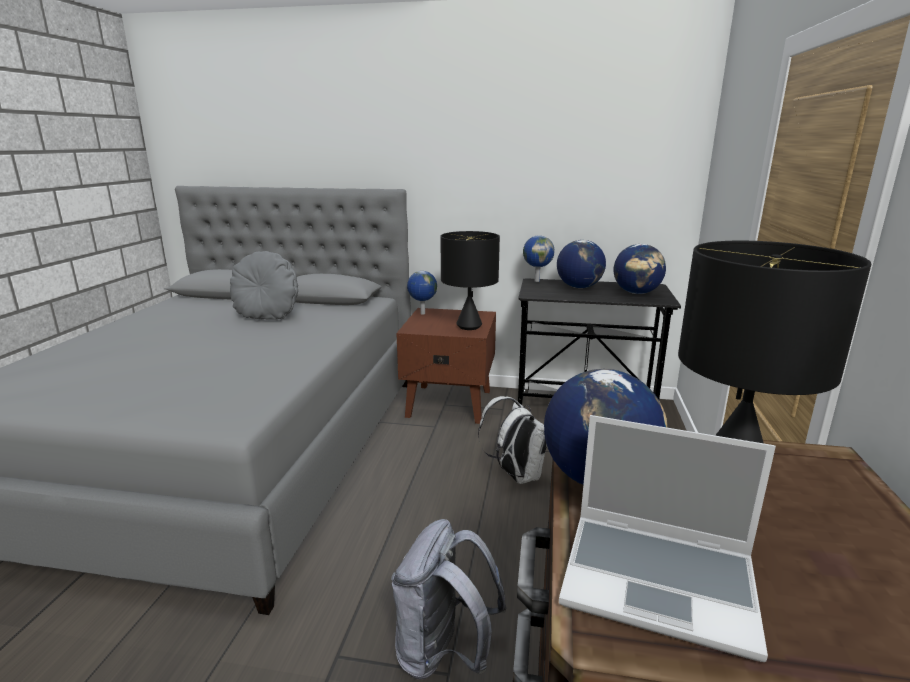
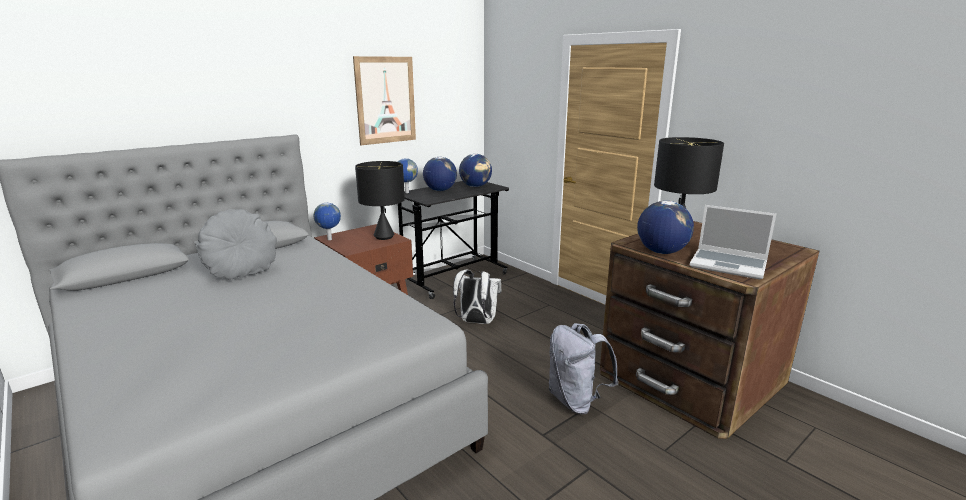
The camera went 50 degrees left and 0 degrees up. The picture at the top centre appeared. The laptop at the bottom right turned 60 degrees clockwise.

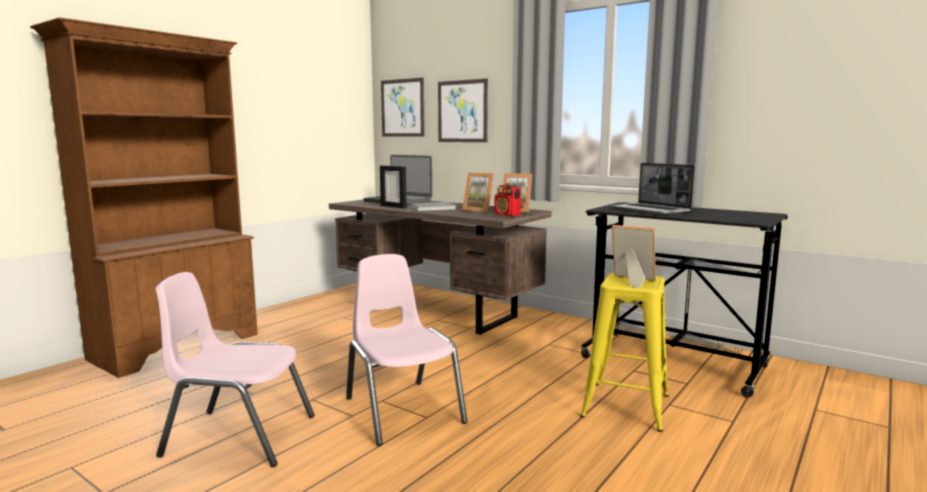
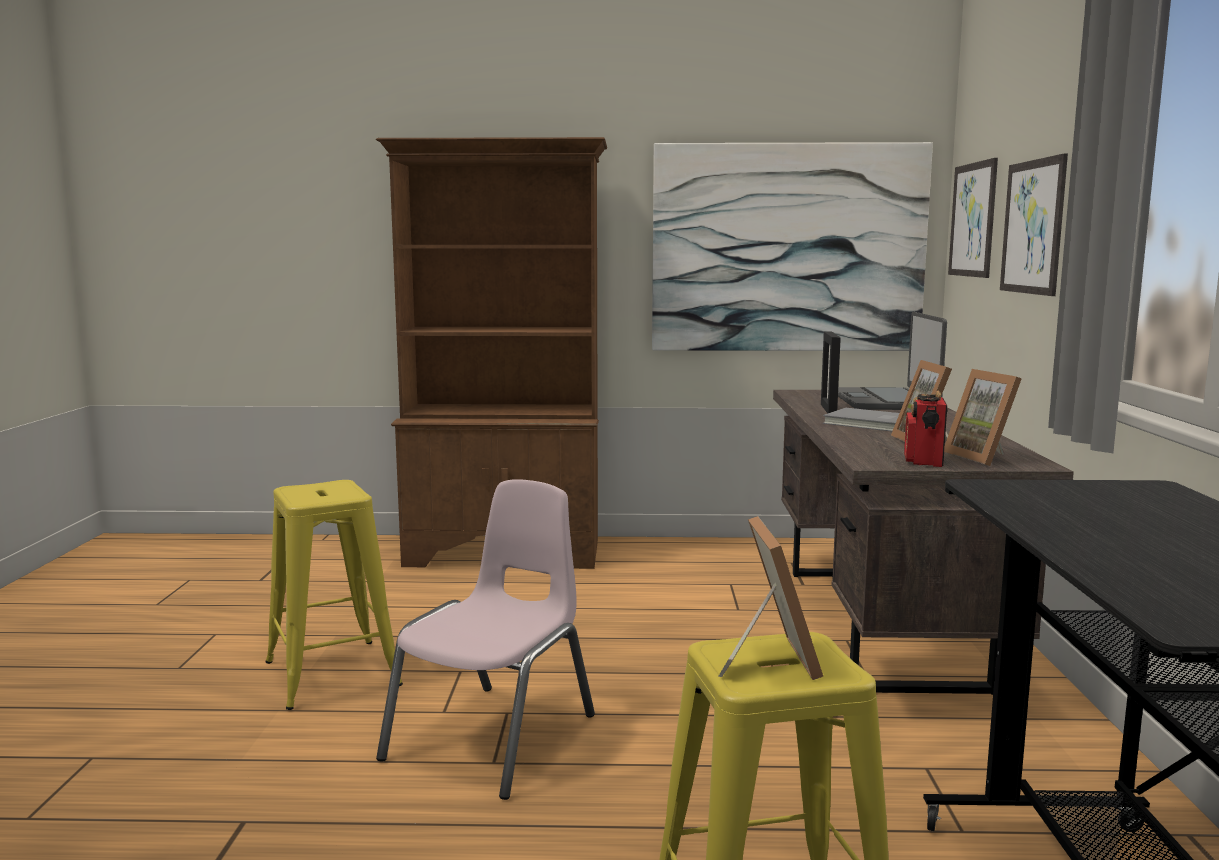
The camera went 55 degrees right and 0 degrees up. The laptop (no. 2 from left) at the middle right disappeared. The picture (no. 1 from left) at the top centre appeared. The chair (pink) (no. 1 from left) at the bottom left was replaced by the stool (yellow) (no. 1 from left) at the bottom left.

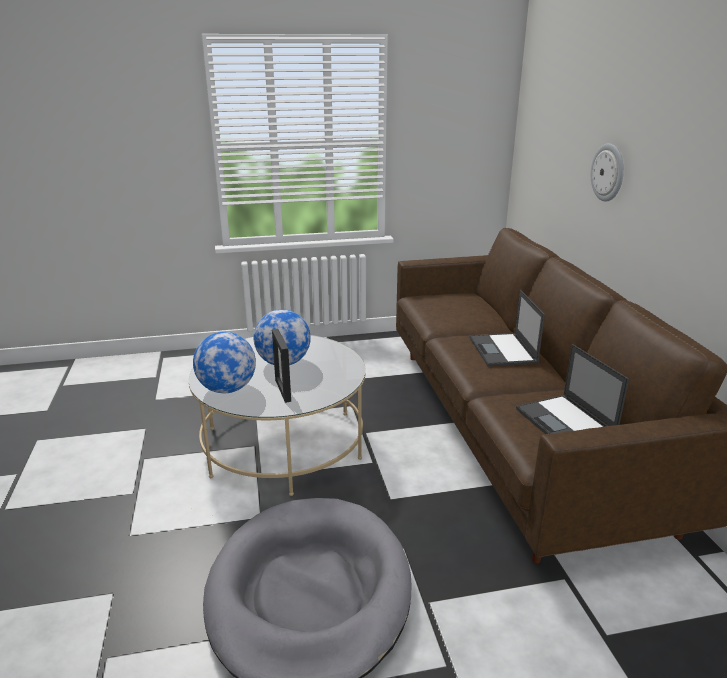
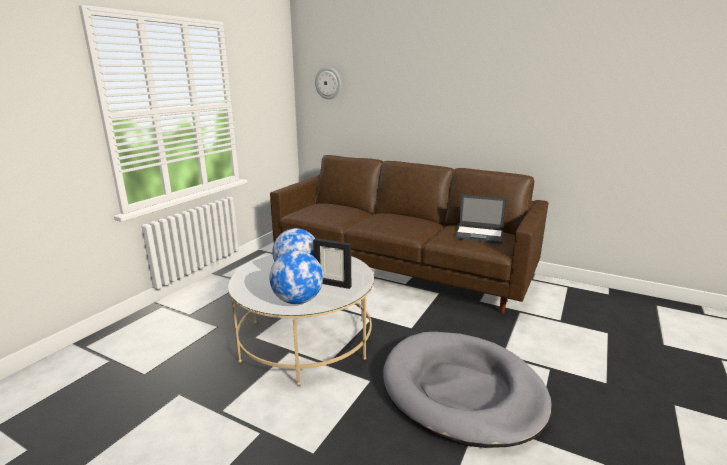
The camera went 50 degrees left and 5 degrees down. The laptop (no. 1 from left) at the middle right disappeared. The wall clock moved from the top right to the top centre.

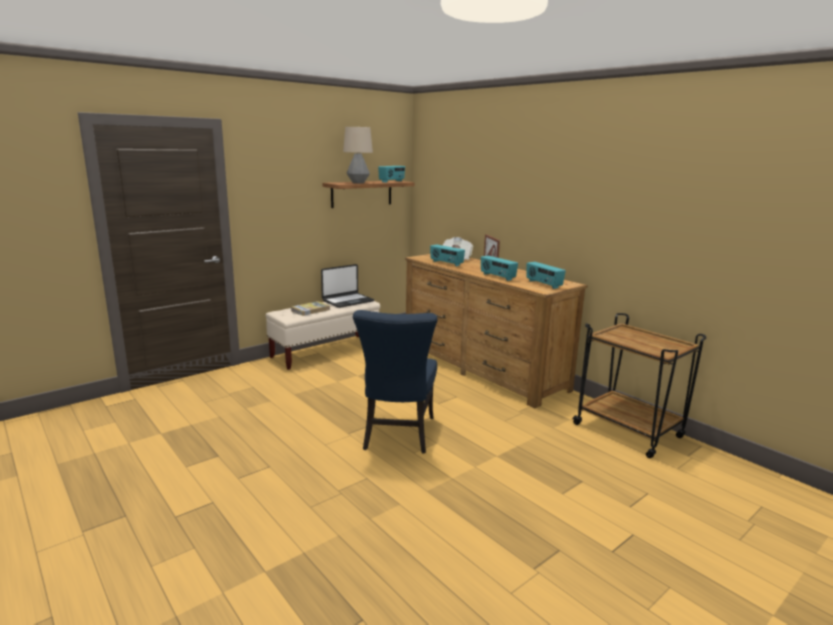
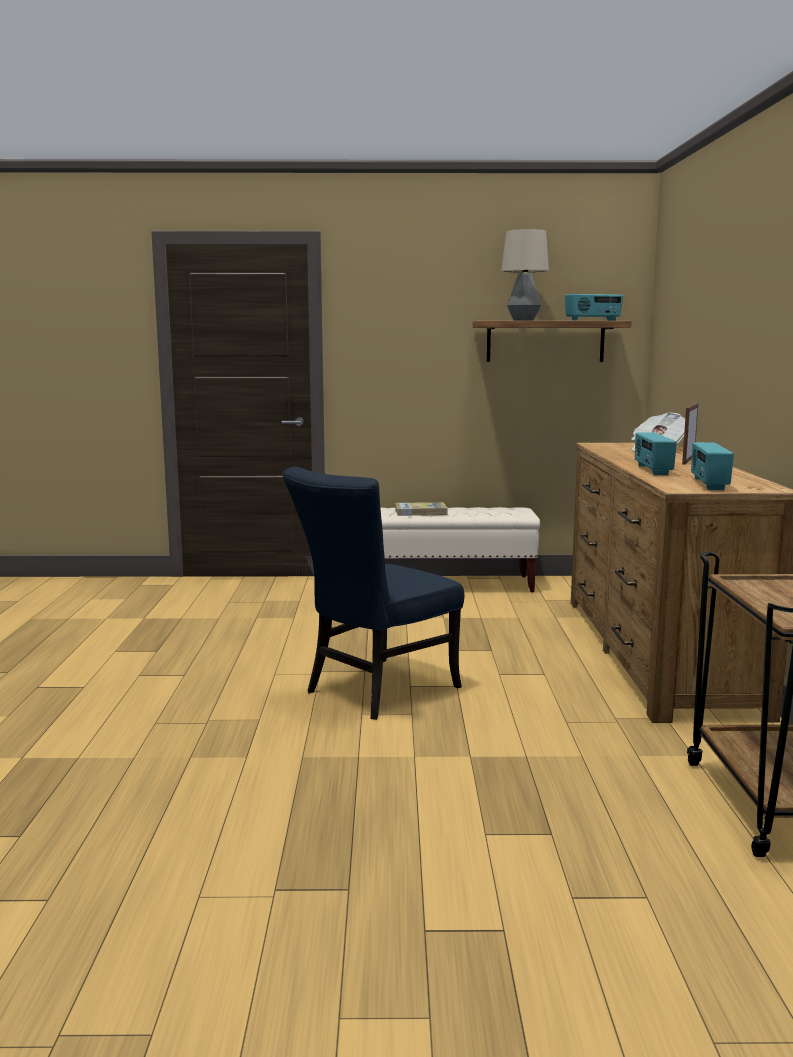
The camera went 40 degrees right and 5 degrees down. The laptop at the centre disappeared. The radio (no. 2 from left) at the centre disappeared.

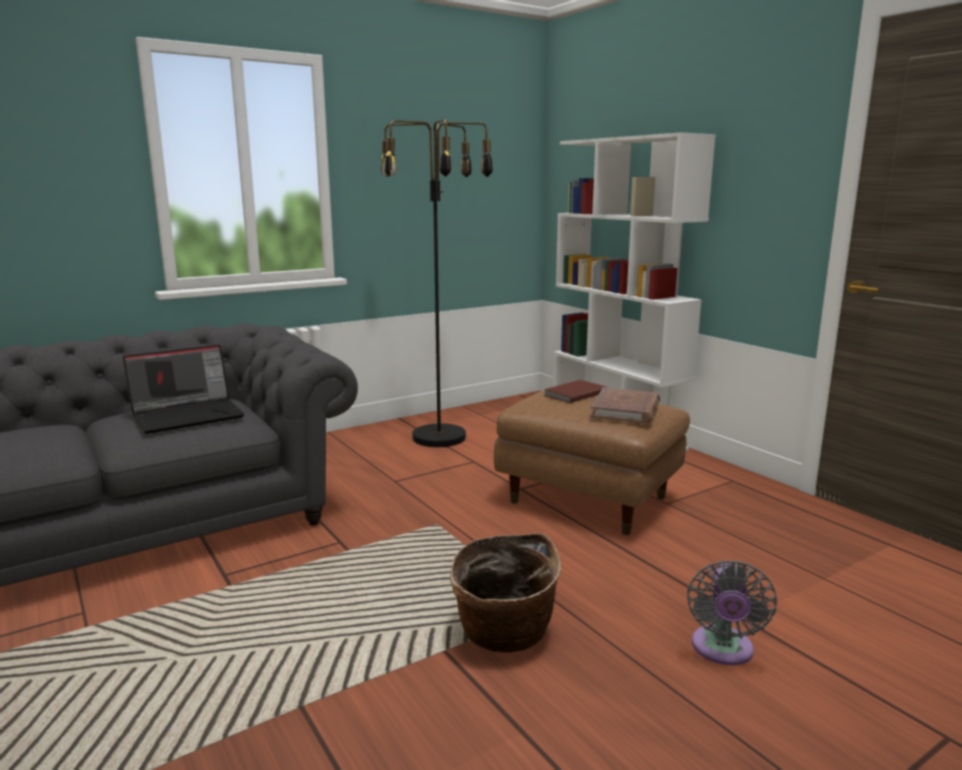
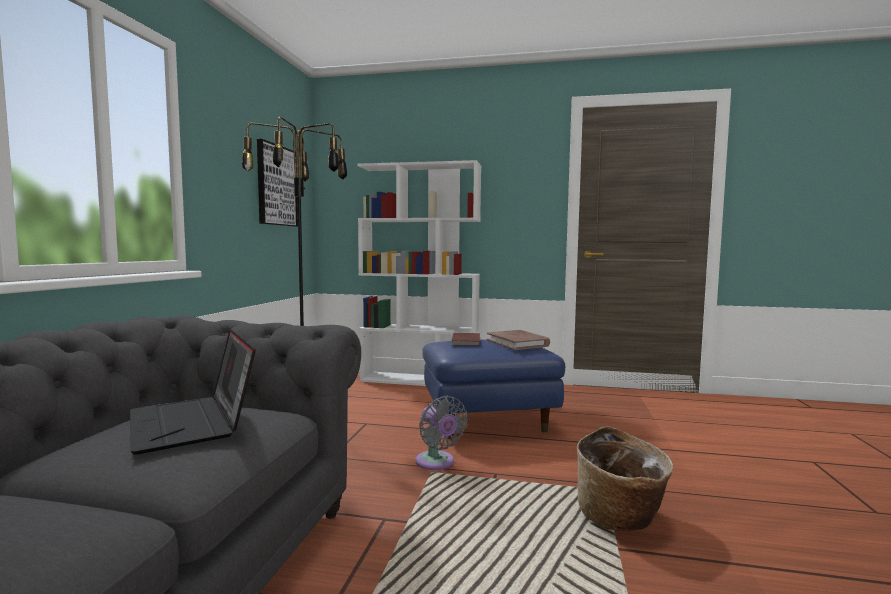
The camera went 45 degrees left and 10 degrees down. The picture at the top left appeared. The fan (grey) moved from the bottom right to the bottom centre. The ottoman (brown) at the centre became the ottoman (blue) at the centre. The laptop at the middle left turned 135 degrees clockwise.

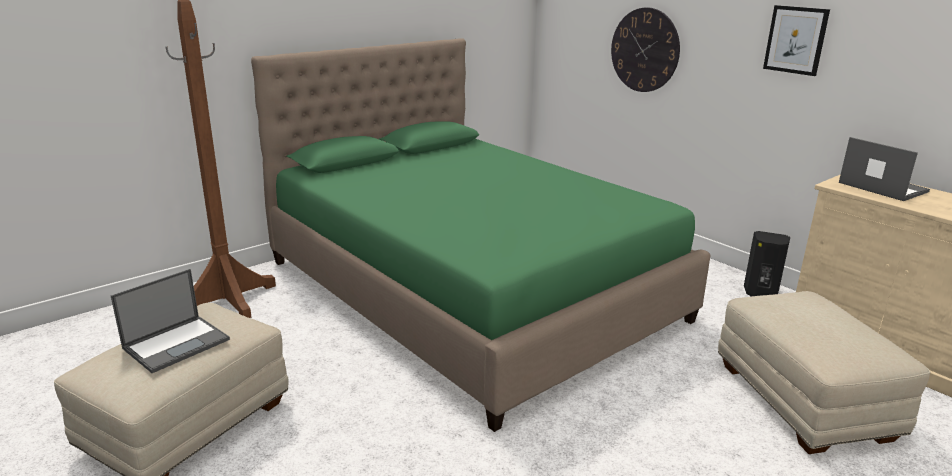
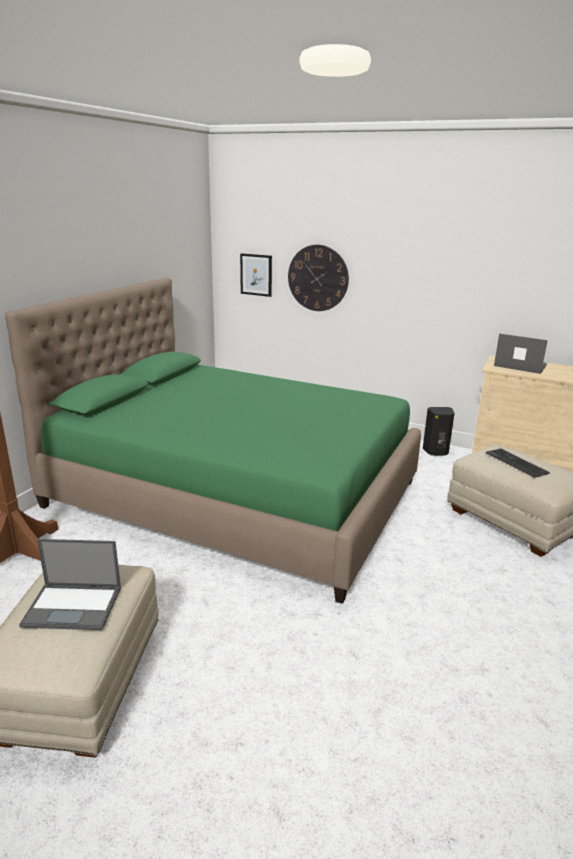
The camera went 25 degrees left and 0 degrees up. The keyboard at the middle right appeared. The picture moved from the top right to the top centre. The laptop (no. 1 from left) at the bottom left turned 75 degrees clockwise.

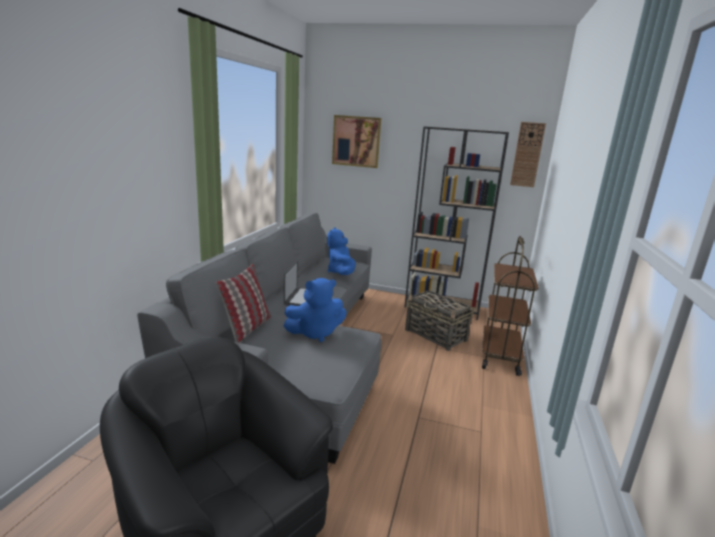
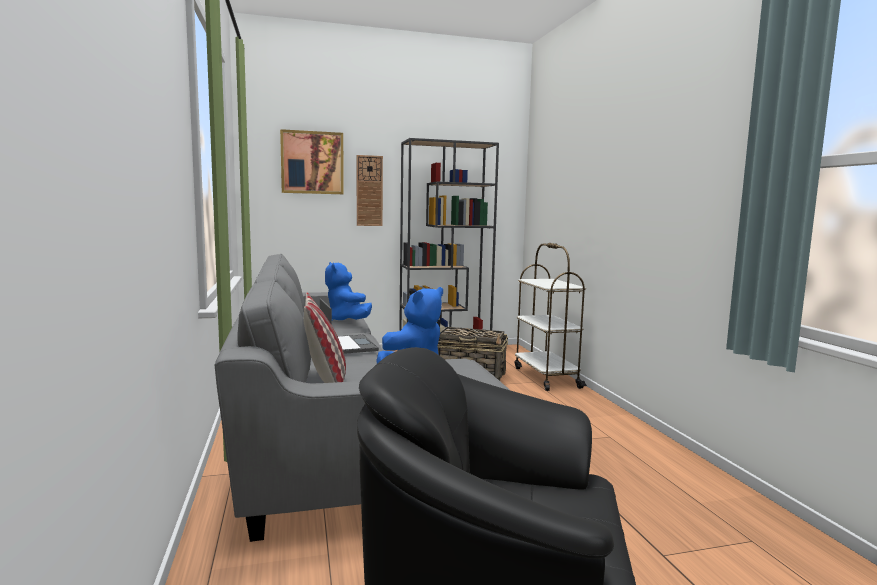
The camera went 30 degrees left and 10 degrees down. The wall clock moved from the top right to the top centre. The cart (brown) at the middle right became the cart (white) at the centre.

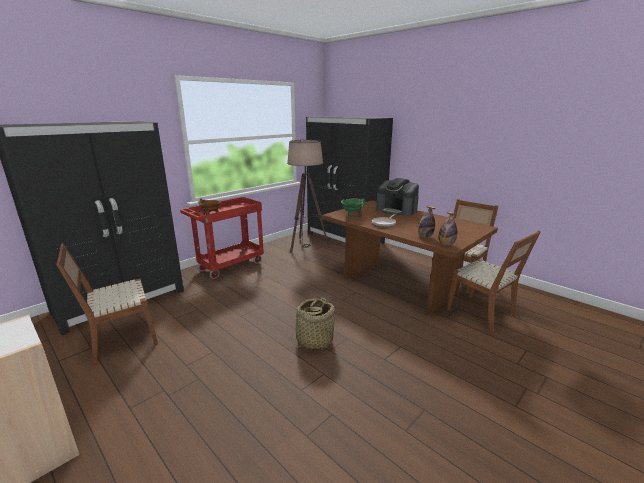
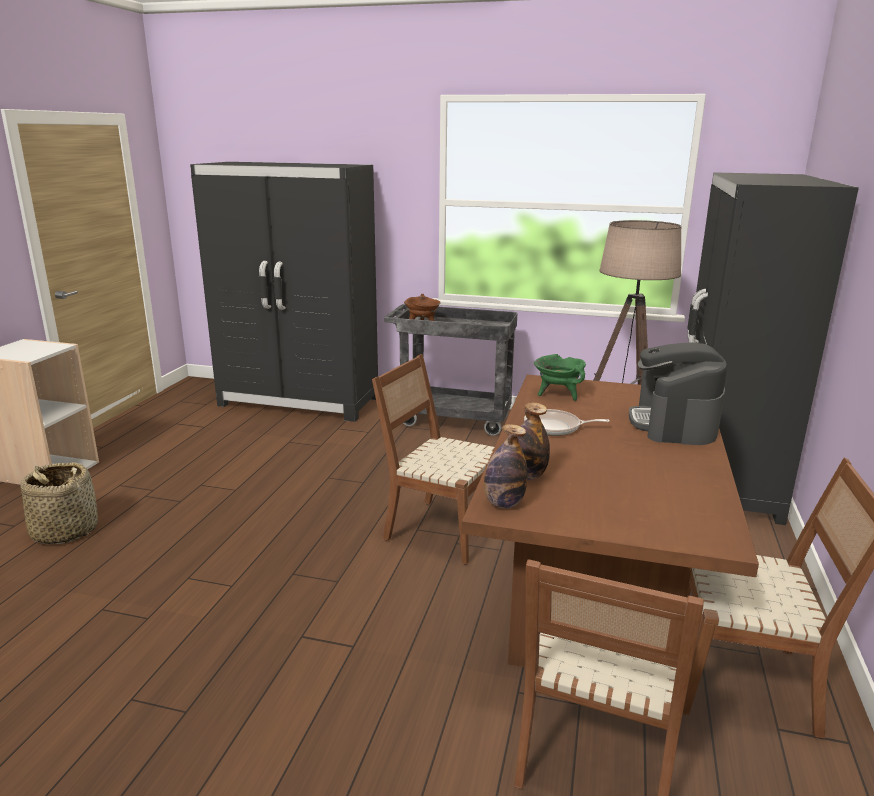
The camera went 60 degrees right and 0 degrees up. The chair (no. 1 from left) moved from the middle left to the centre. The basket moved from the bottom centre to the middle left. The cart (red) at the centre became the cart (grey) at the centre.

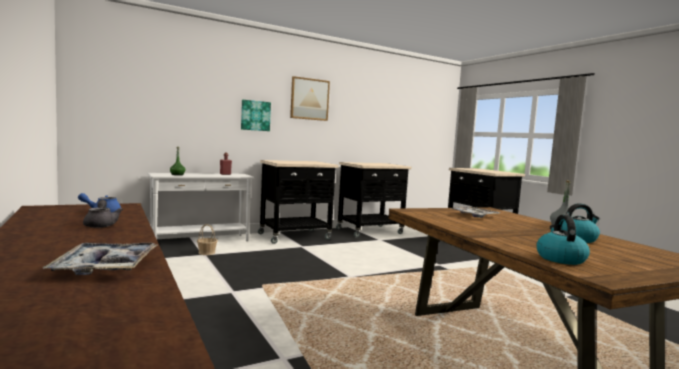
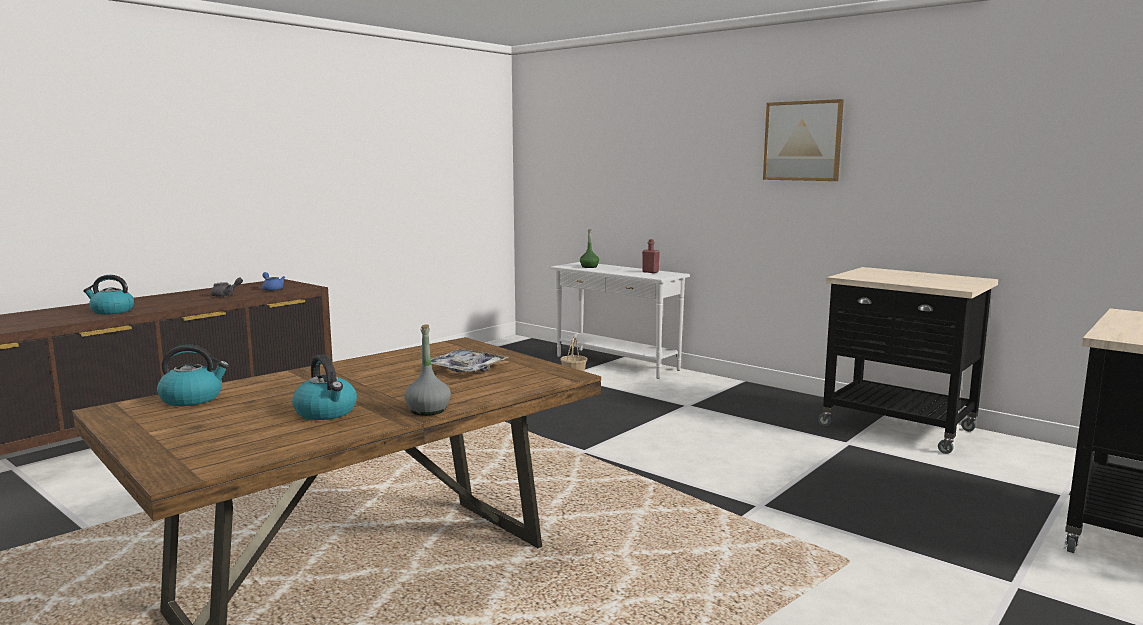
The camera went 70 degrees right and 5 degrees up. The picture (no. 1 from left) at the top centre disappeared. The cart (black) (no. 1 from left) at the centre disappeared. The tray (no. 1 from left) at the bottom left was replaced by the kettle (no. 1 from left) at the middle left.

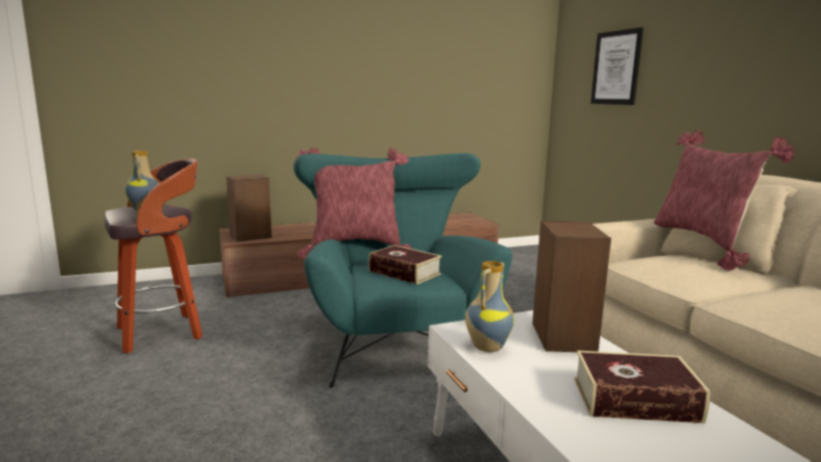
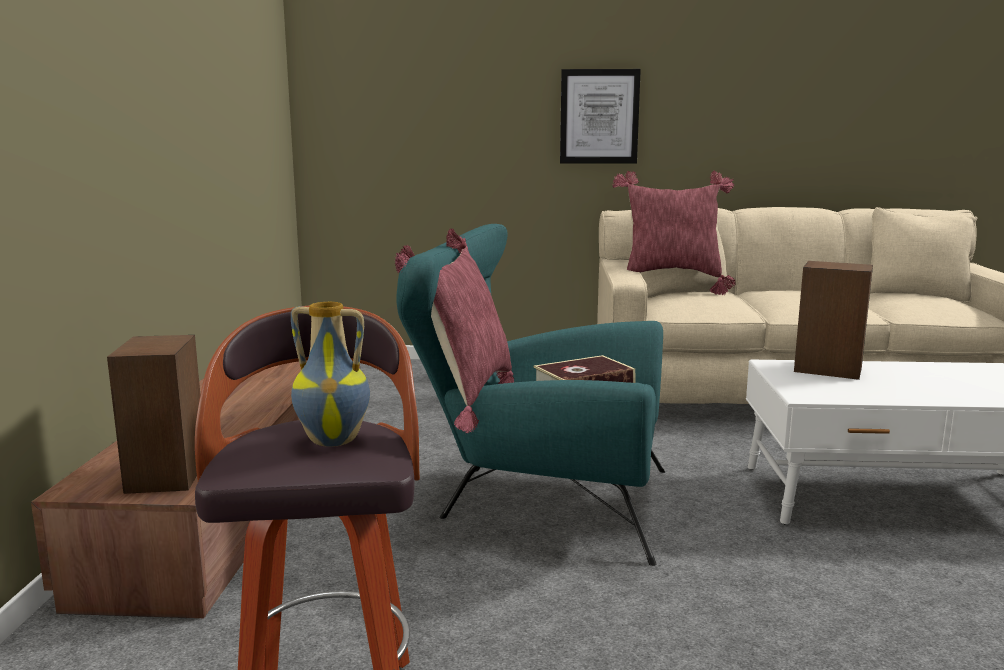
The camera went 65 degrees left and 0 degrees up. The vase (no. 2 from left) at the centre disappeared. The book (no. 2 from left) at the bottom right disappeared. The picture moved from the top right to the top centre.

